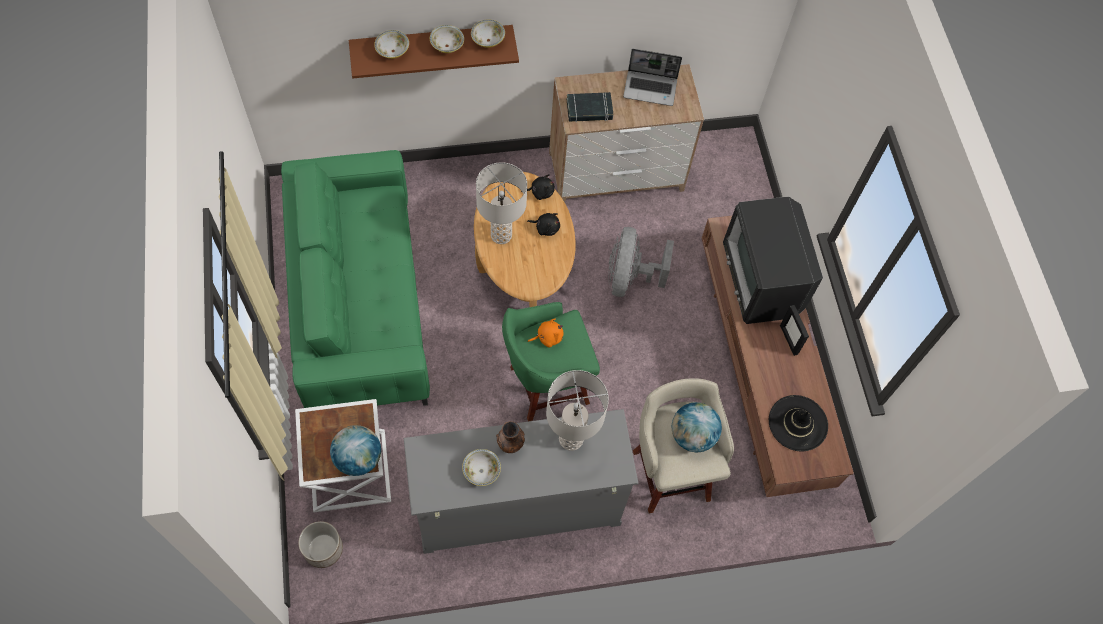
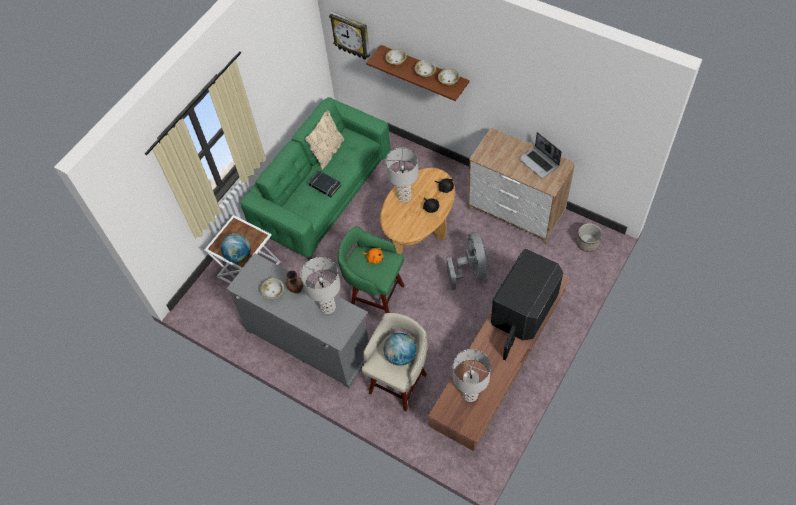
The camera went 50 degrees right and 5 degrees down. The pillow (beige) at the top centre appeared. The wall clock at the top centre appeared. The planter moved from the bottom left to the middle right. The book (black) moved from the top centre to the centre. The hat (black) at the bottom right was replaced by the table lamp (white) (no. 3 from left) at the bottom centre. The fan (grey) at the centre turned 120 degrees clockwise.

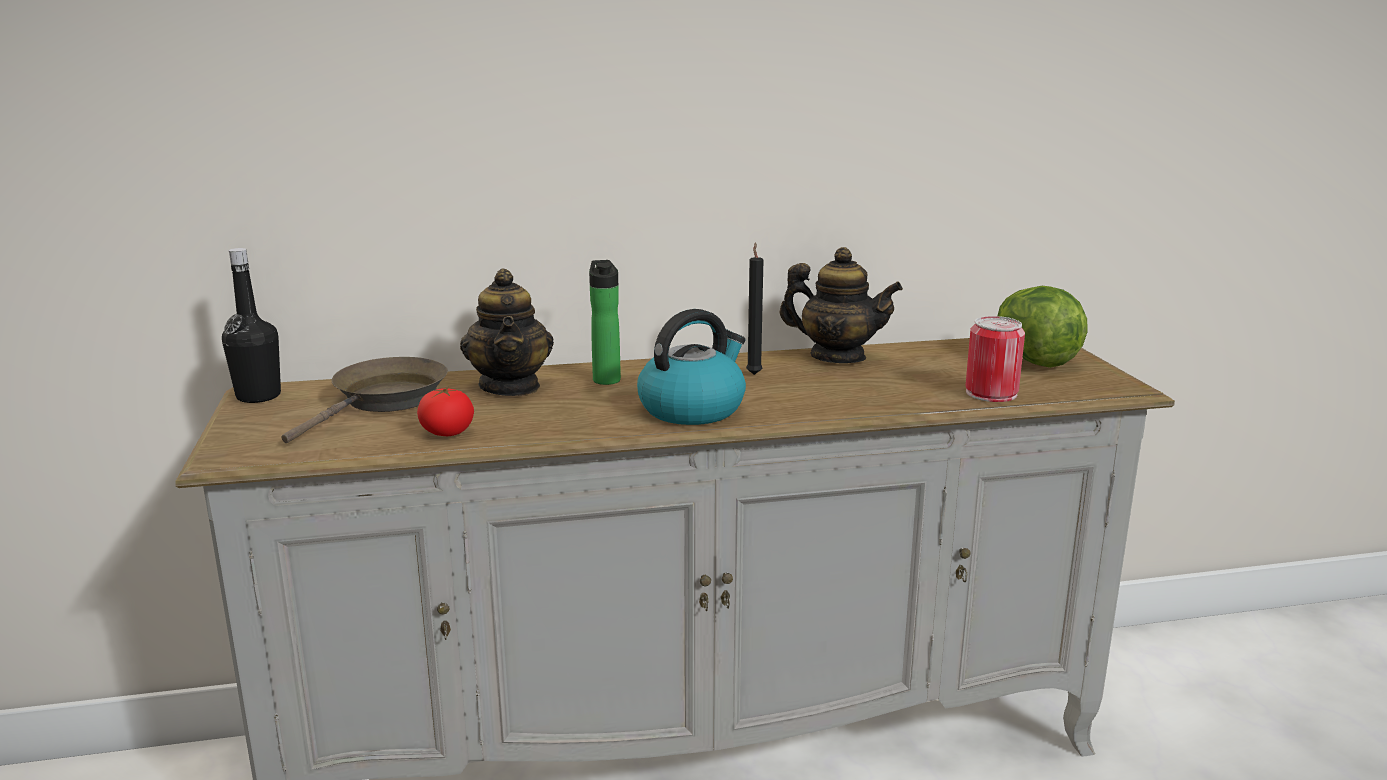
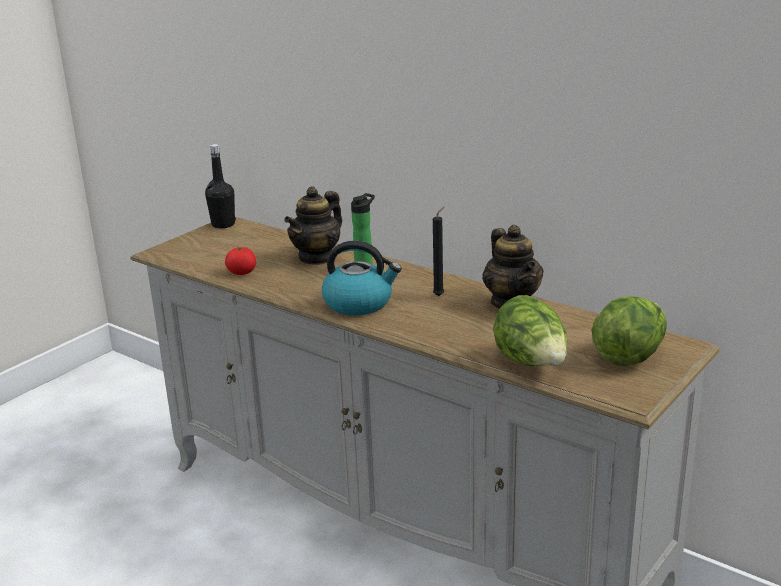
The camera went 50 degrees right and 5 degrees up. The frying pan (brown) at the middle left disappeared. The can at the middle right was replaced by the lettuce (no. 1 from left) at the middle right.

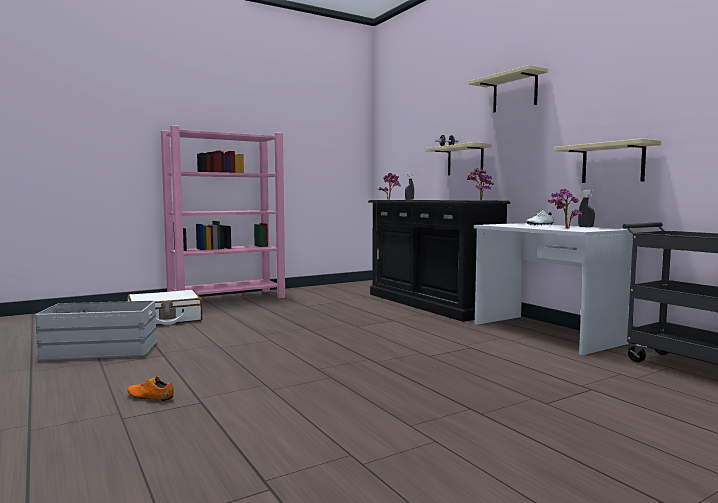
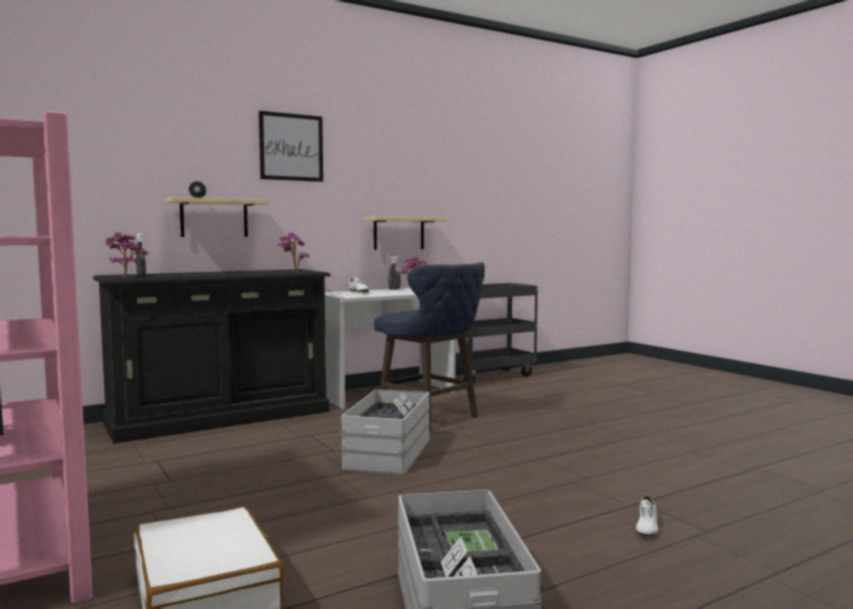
The camera went 90 degrees left and 0 degrees up. The storage box (grey) (no. 1 from left) at the bottom centre appeared. The stool (blue) at the centre appeared. The shelf (beige) (no. 2 from left) at the top right was replaced by the picture at the top centre. The shoe (orange) at the bottom left became the shoe (white) (no. 2 from left) at the bottom right.

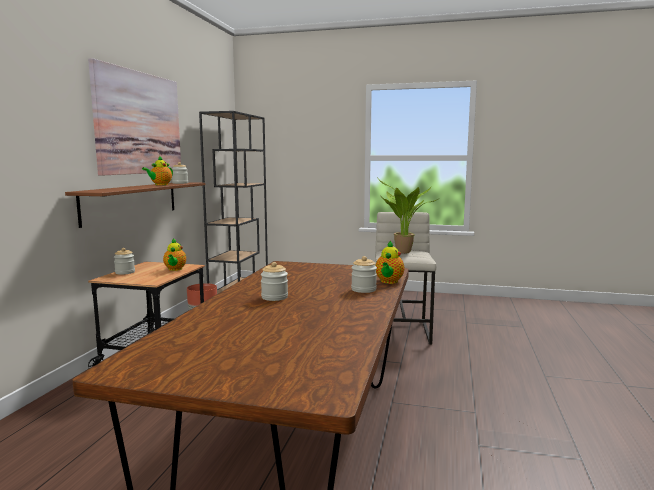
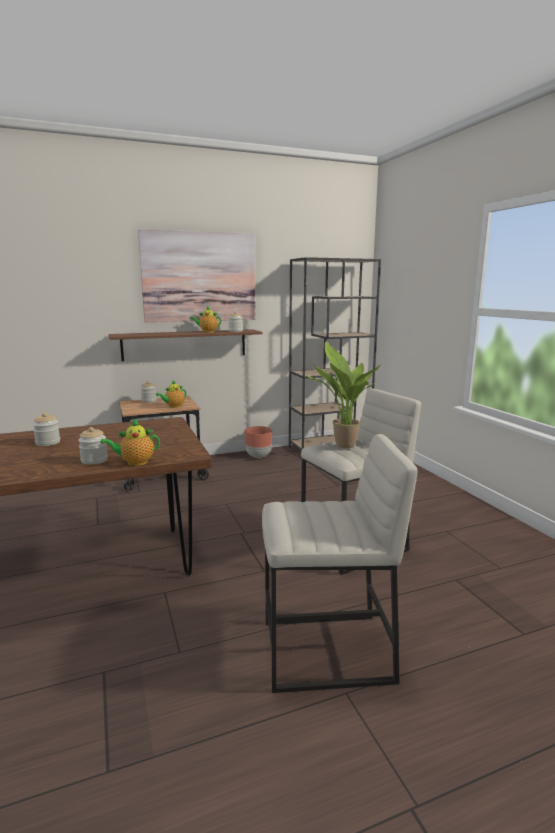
The camera went 55 degrees right and 5 degrees up. The stool (beige) (no. 1 from left) at the bottom centre appeared.

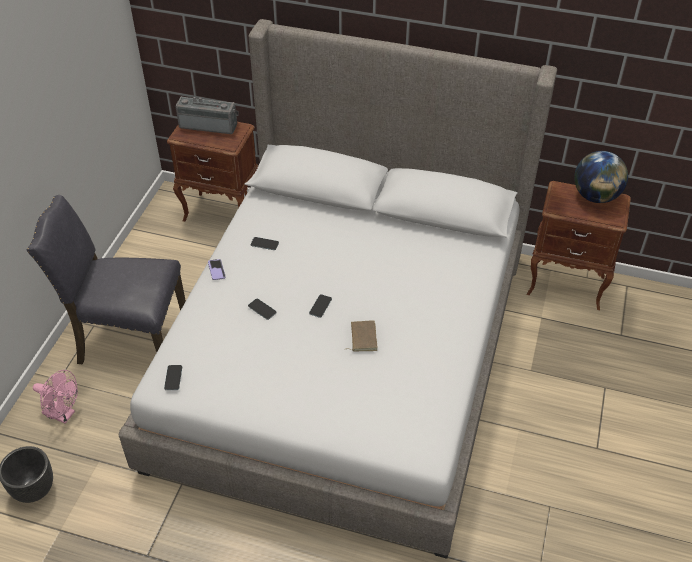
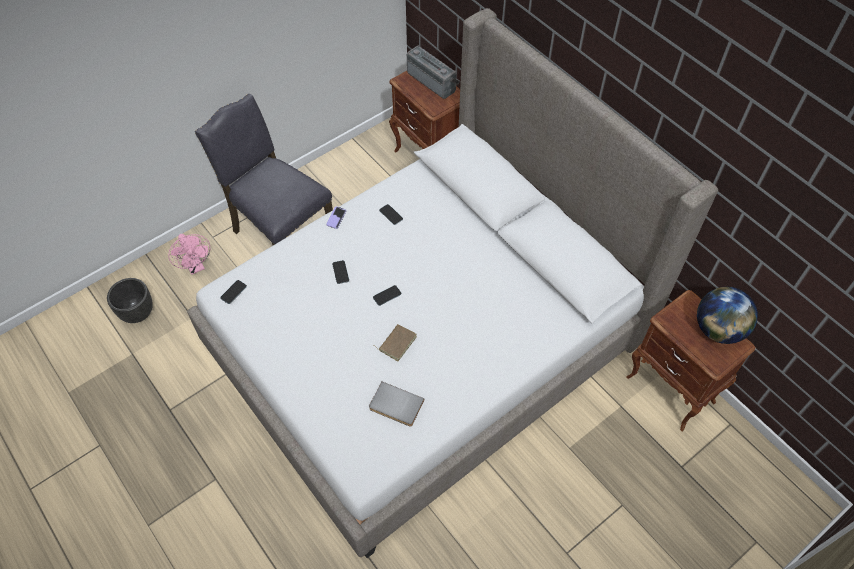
The camera went 35 degrees right and 10 degrees up. The book (grey) at the bottom centre appeared.

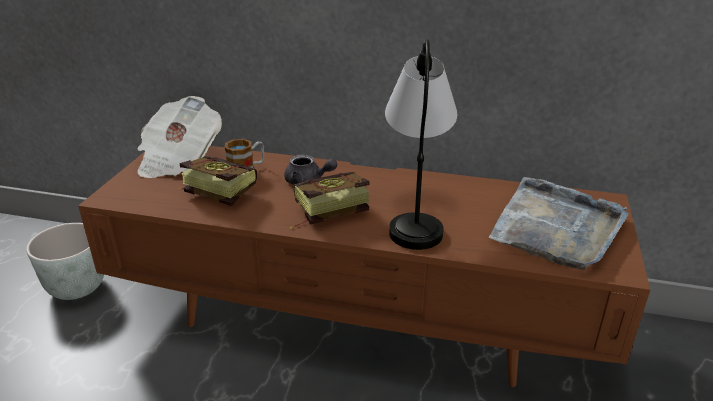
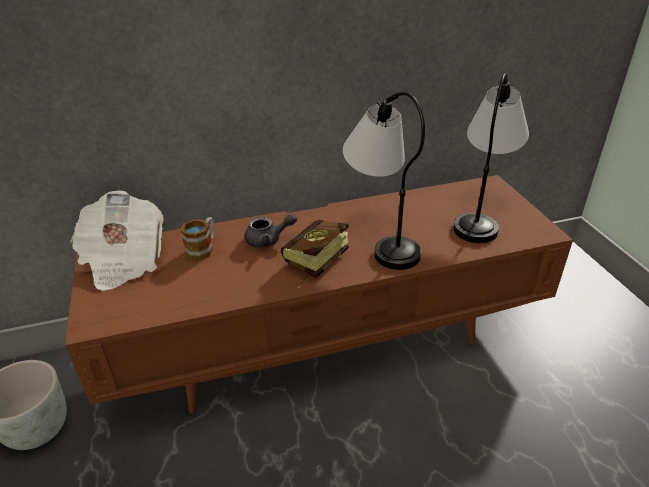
The camera went 30 degrees left and 5 degrees up. The book (no. 1 from left) at the middle left disappeared. The tray (grey) at the middle right was replaced by the table lamp (no. 2 from left) at the top right.

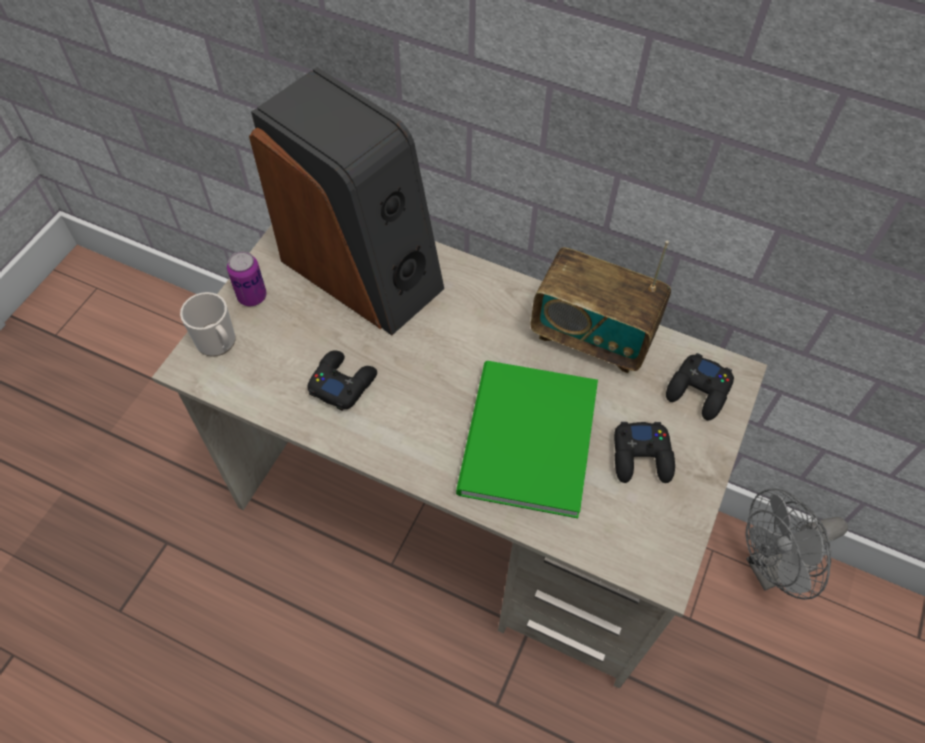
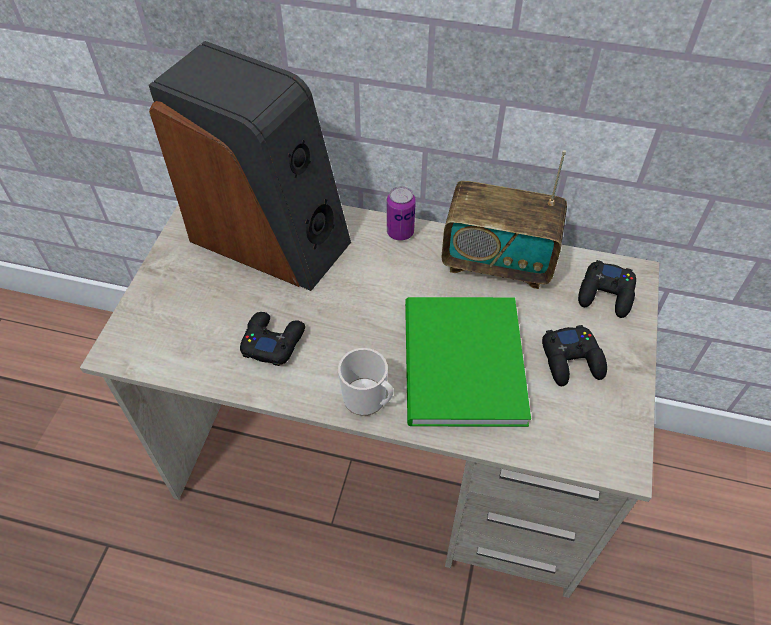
The camera went 10 degrees left and 5 degrees down. The fan (grey) at the bottom right disappeared. The mug moved from the middle left to the centre. The can moved from the middle left to the centre.

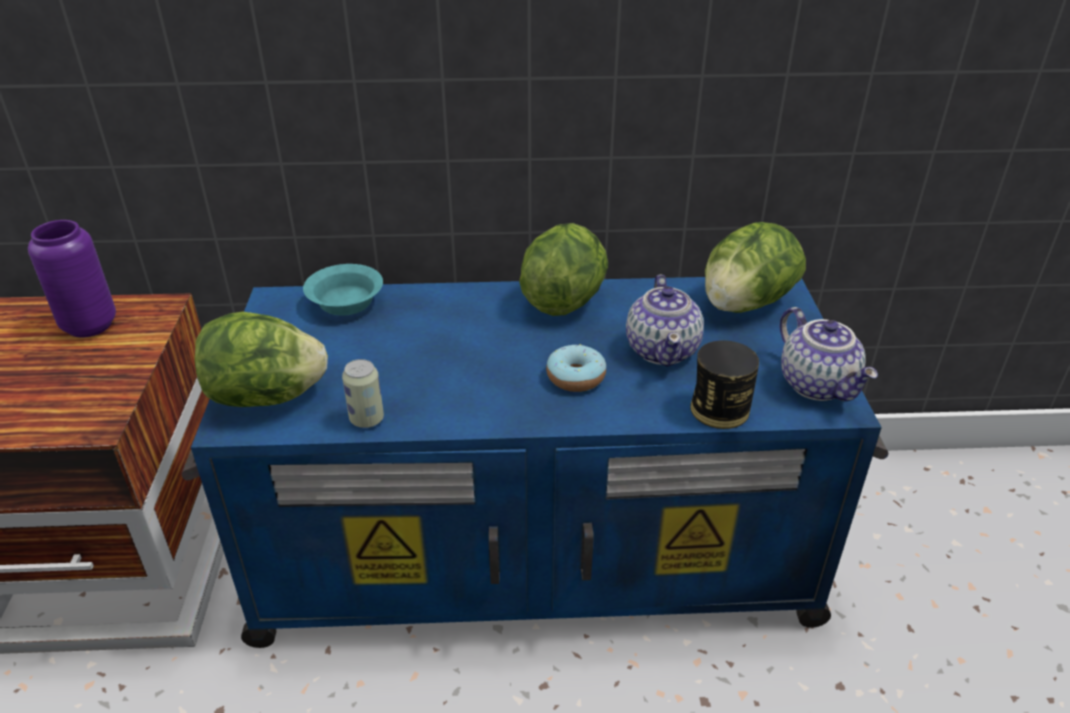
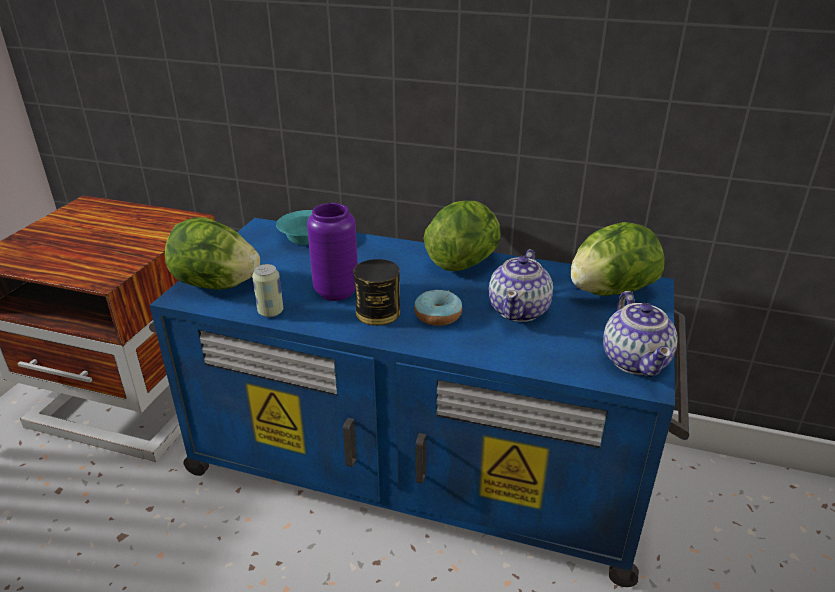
The camera went 20 degrees right and 5 degrees down. The vase (purple) moved from the middle left to the centre. The can (no. 2 from left) moved from the middle right to the centre.

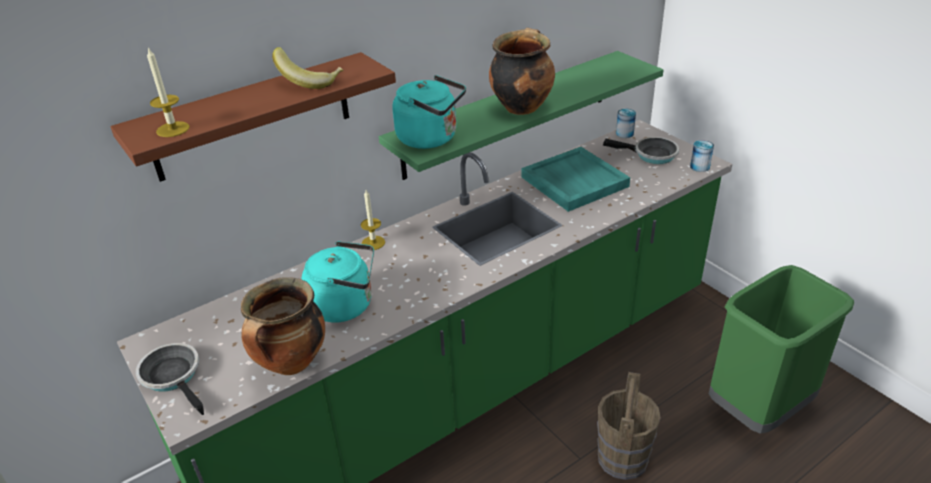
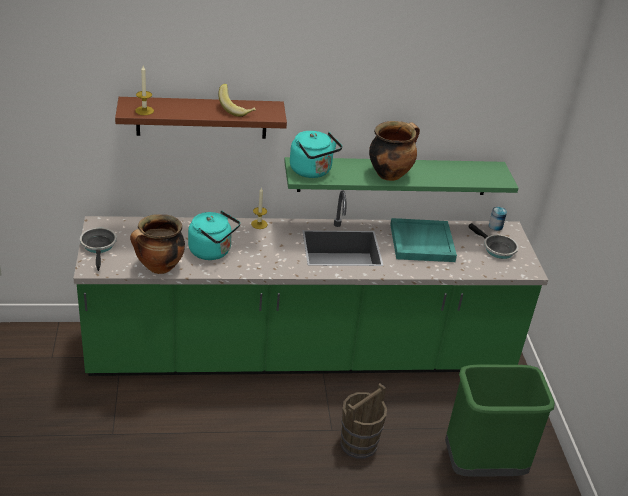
The camera went 25 degrees right and 0 degrees up. The can (no. 2 from left) at the top right disappeared.

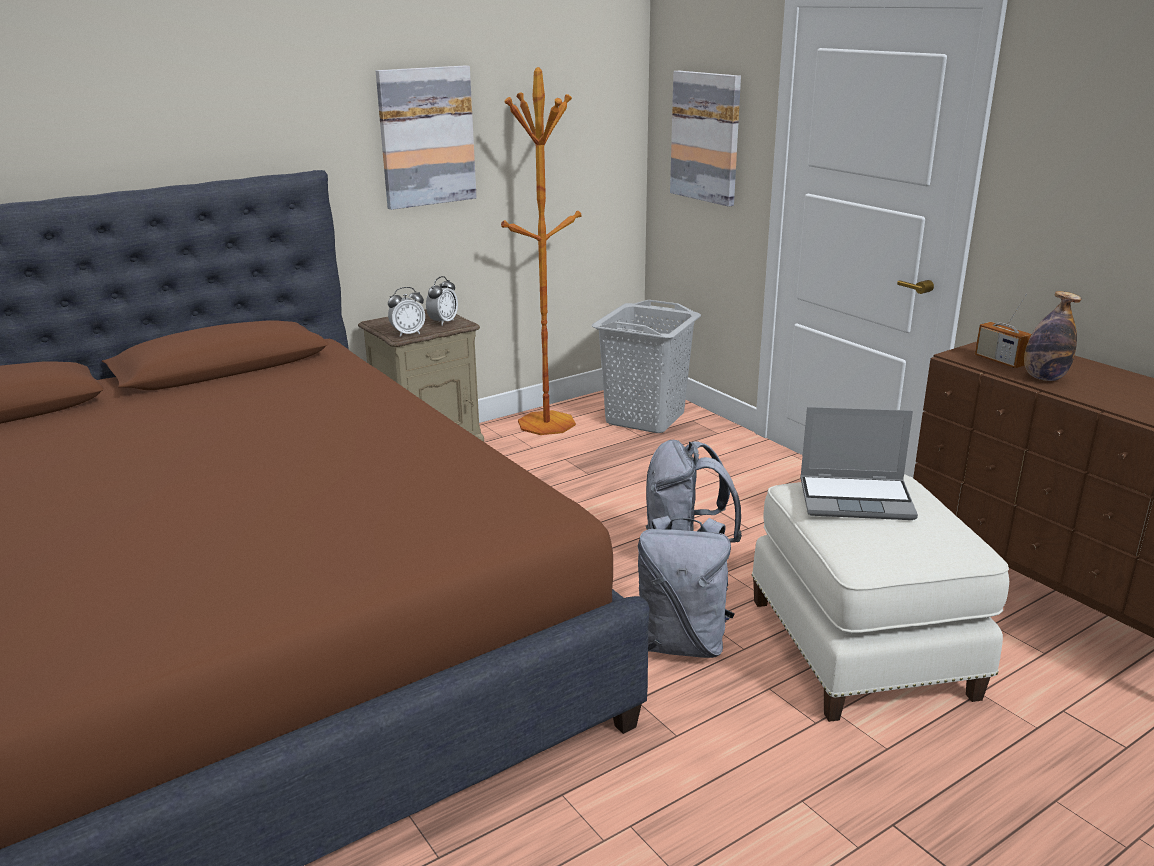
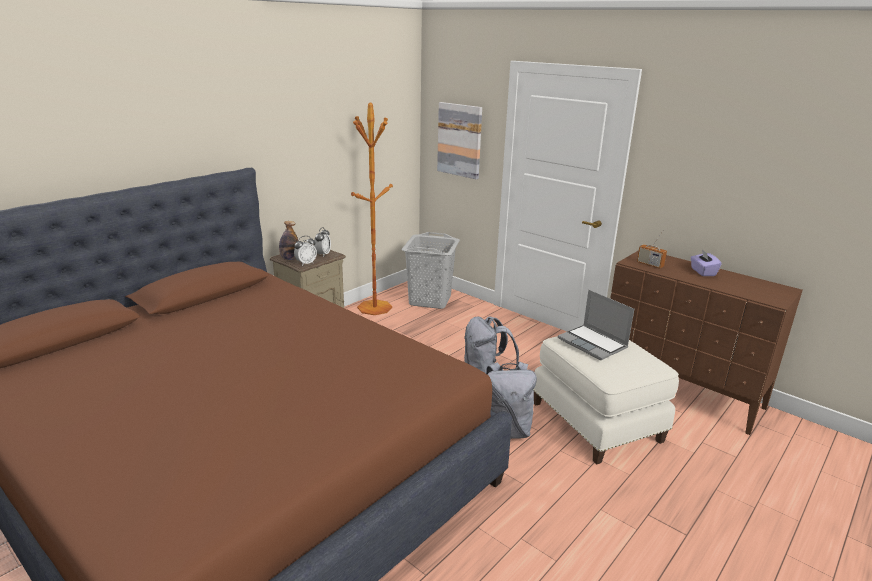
The camera went 15 degrees left and 0 degrees up. The picture (no. 1 from left) at the top centre disappeared. The tissue box (purple) at the middle right appeared. The bottle moved from the middle right to the middle left. The laptop at the middle right turned 60 degrees clockwise.

